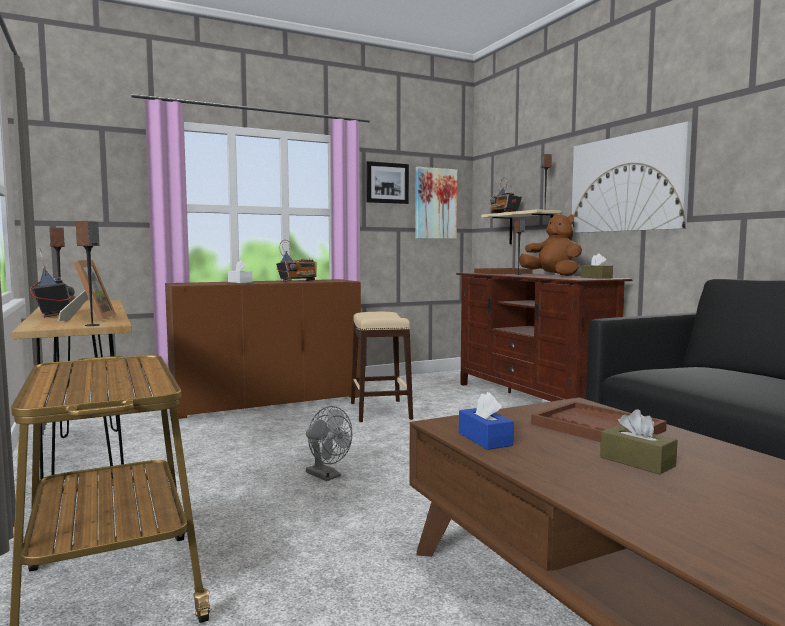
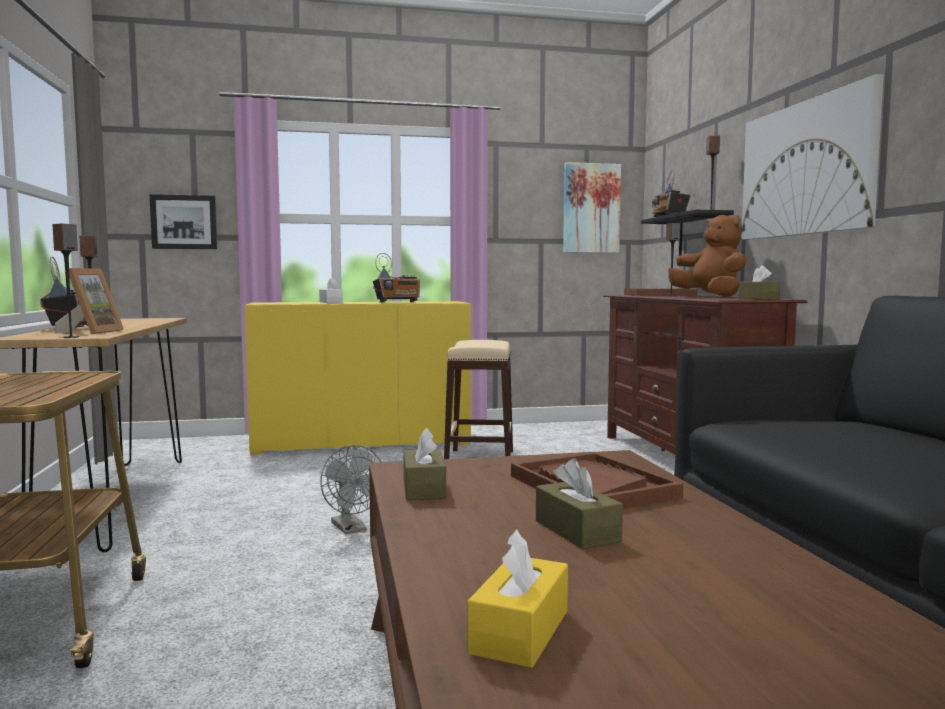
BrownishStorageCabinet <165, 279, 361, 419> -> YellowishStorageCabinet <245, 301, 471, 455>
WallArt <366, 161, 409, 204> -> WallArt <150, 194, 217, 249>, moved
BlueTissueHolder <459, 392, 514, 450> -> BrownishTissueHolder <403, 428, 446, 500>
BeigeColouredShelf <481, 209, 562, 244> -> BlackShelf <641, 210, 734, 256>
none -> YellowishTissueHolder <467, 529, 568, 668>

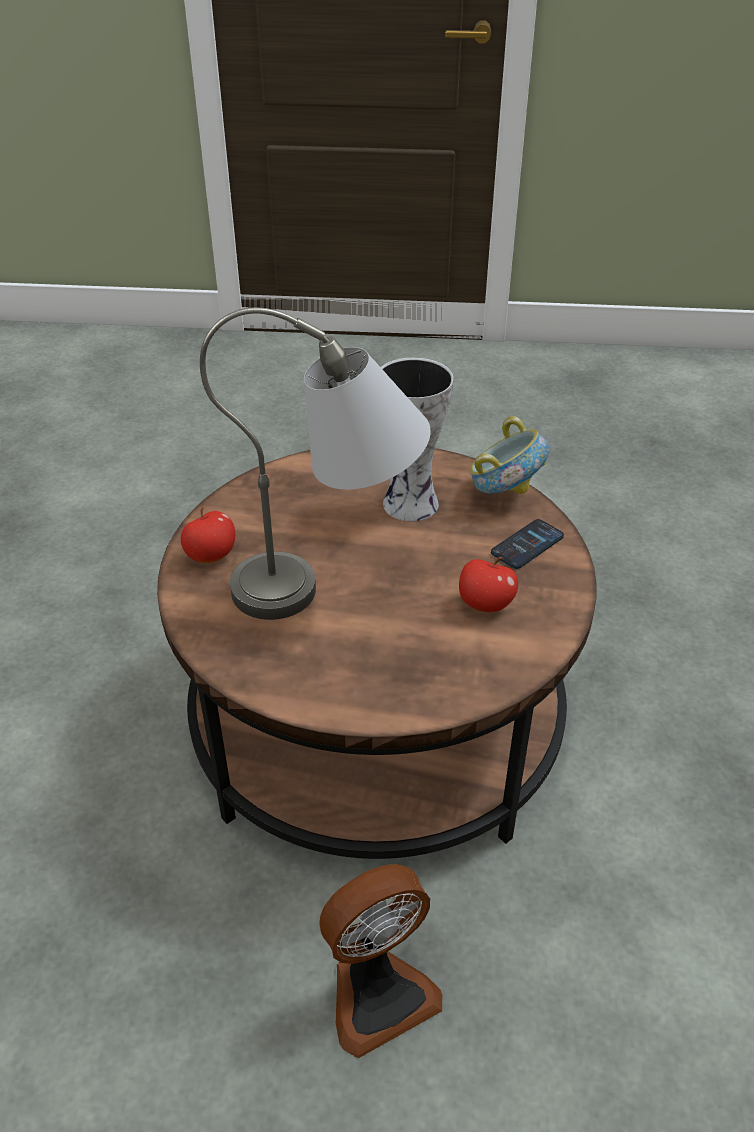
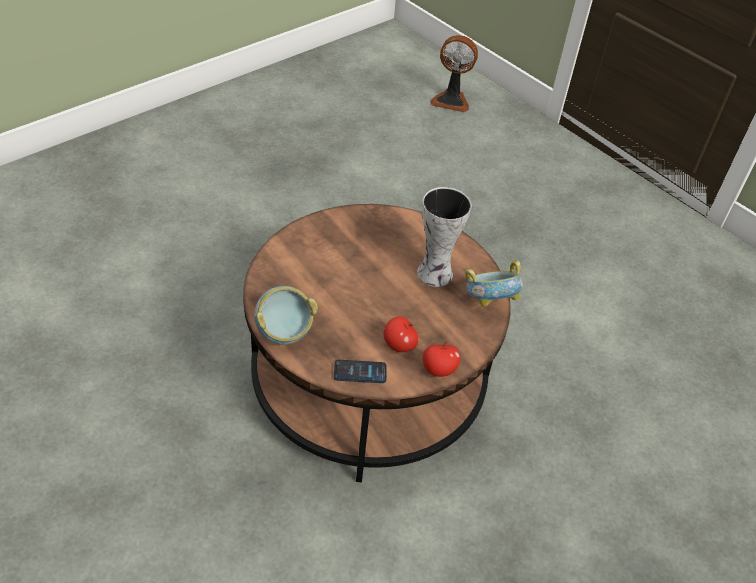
Apple <181, 507, 235, 563> -> Apple <423, 341, 460, 377>, moved
GrayTabletopLamp <200, 307, 431, 620> -> none
ElectricFan <319, 864, 442, 1058> -> ElectricFan <430, 35, 478, 112>, moved
Handset <491, 519, 564, 569> -> Handset <334, 360, 387, 383>, moved
none -> DeepDish <255, 286, 318, 345>

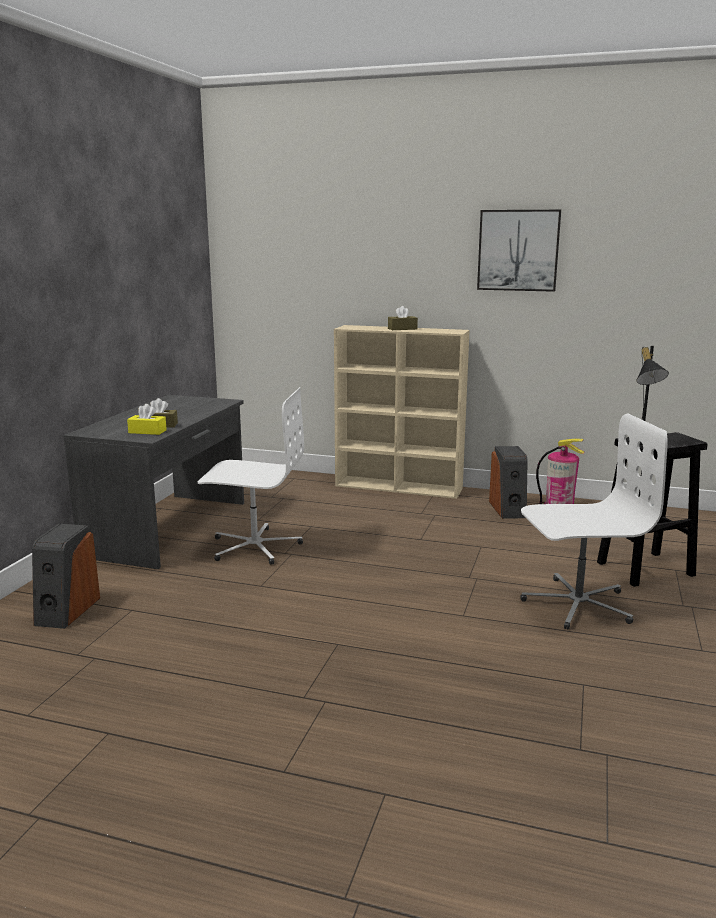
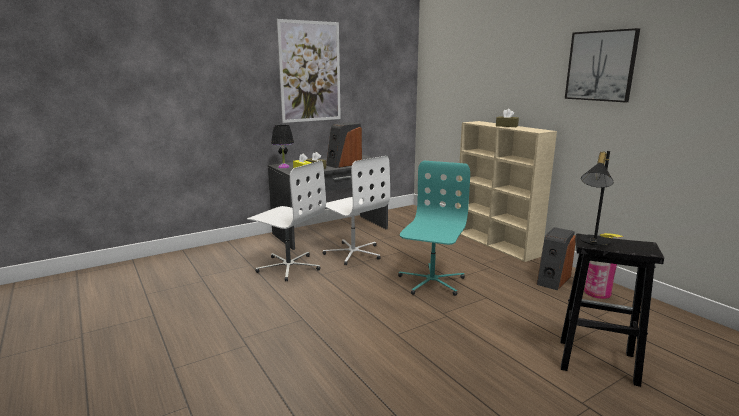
AudioSpeaker <32, 524, 100, 629> -> AudioSpeaker <326, 122, 362, 168>, moved
WhitishDeskChair <520, 413, 668, 630> -> WhitishDeskChair <247, 160, 326, 281>, moved
none -> BlackTabletopLamp <271, 125, 294, 168>
none -> WallArt <277, 19, 341, 123>
none -> BlueGreenDeskChair <398, 161, 470, 296>

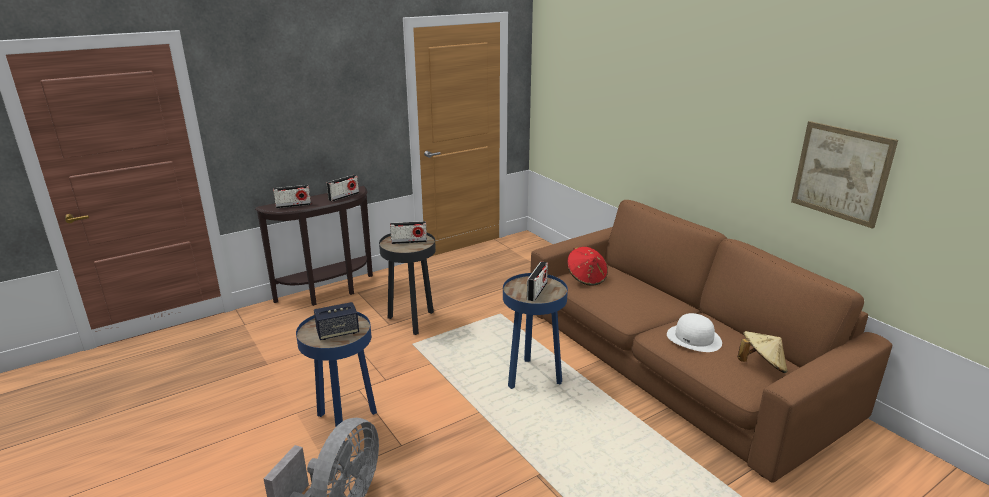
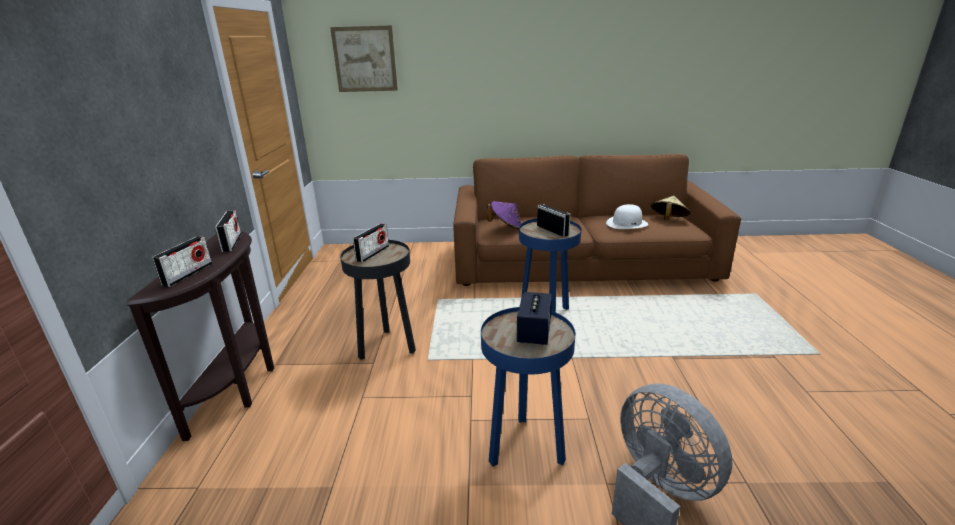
RedColouredWearableHat <567, 247, 608, 285> -> PurpleColouredWearableHat <487, 201, 522, 229>
WallArt <791, 121, 898, 229> -> WallArt <330, 25, 398, 92>, moved

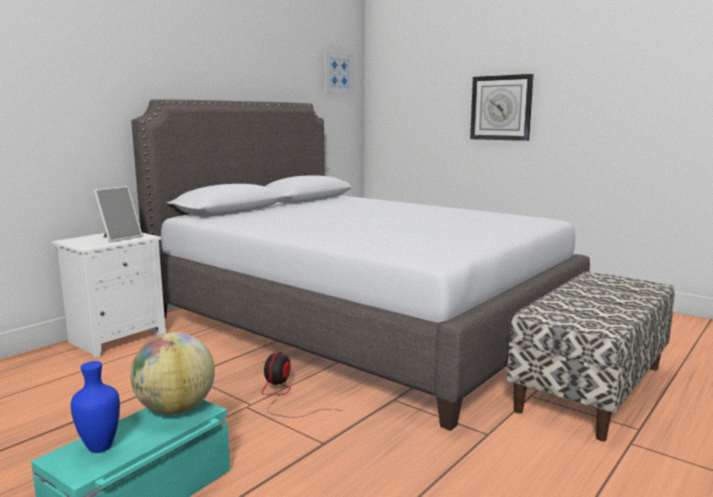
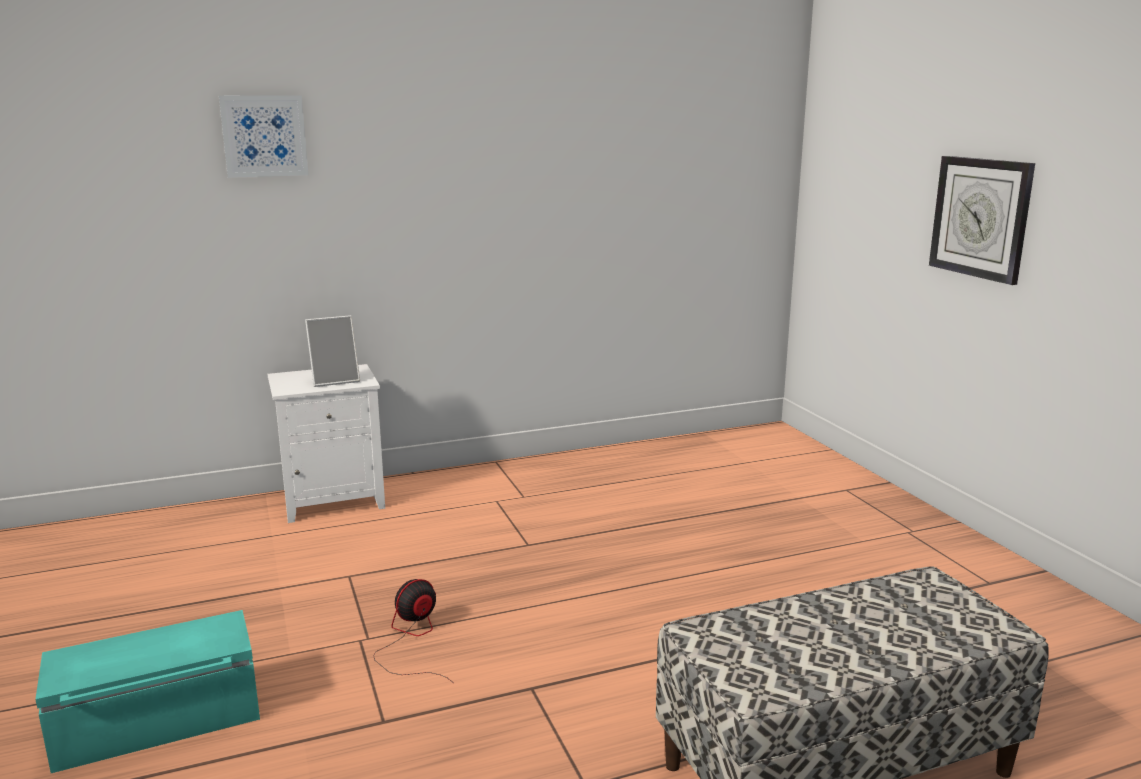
BlueVase <71, 361, 120, 453> -> none
DeskGlobe <130, 332, 215, 415> -> none
GraySleepingBed <131, 99, 590, 431> -> none
WallArt <324, 50, 353, 94> -> WallArt <219, 96, 308, 178>, moved

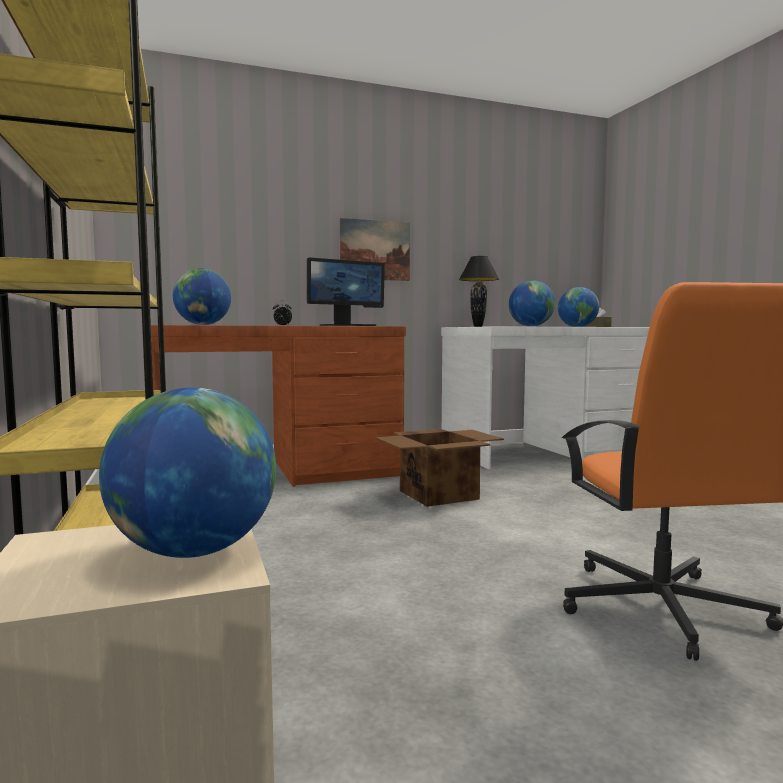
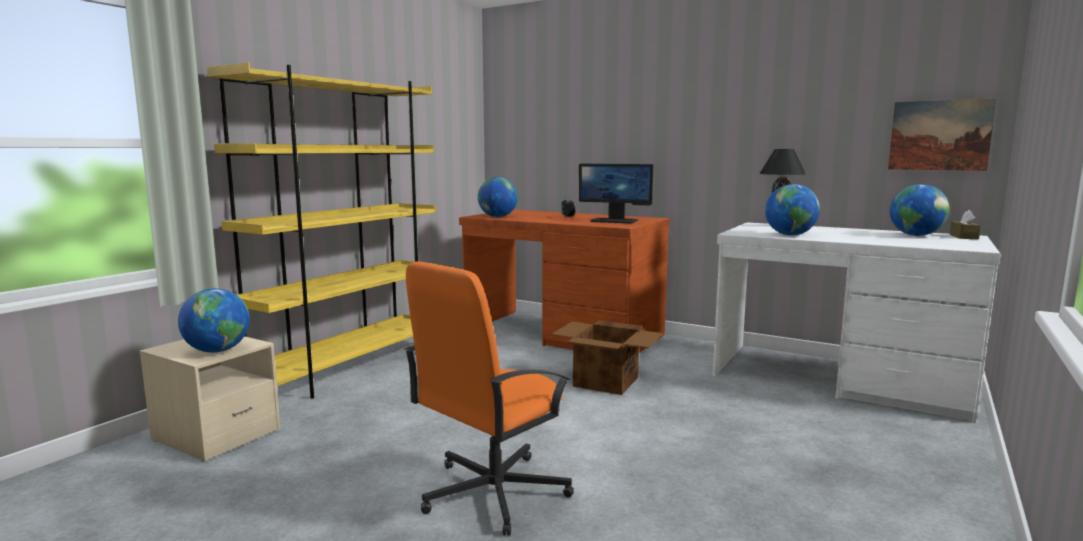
WallArt <340, 218, 410, 281> -> WallArt <888, 99, 996, 171>, moved

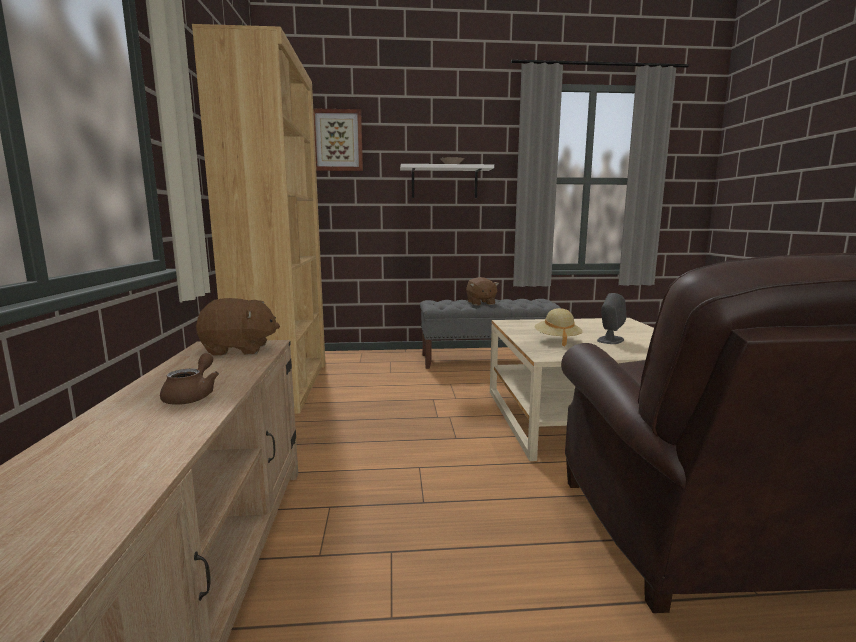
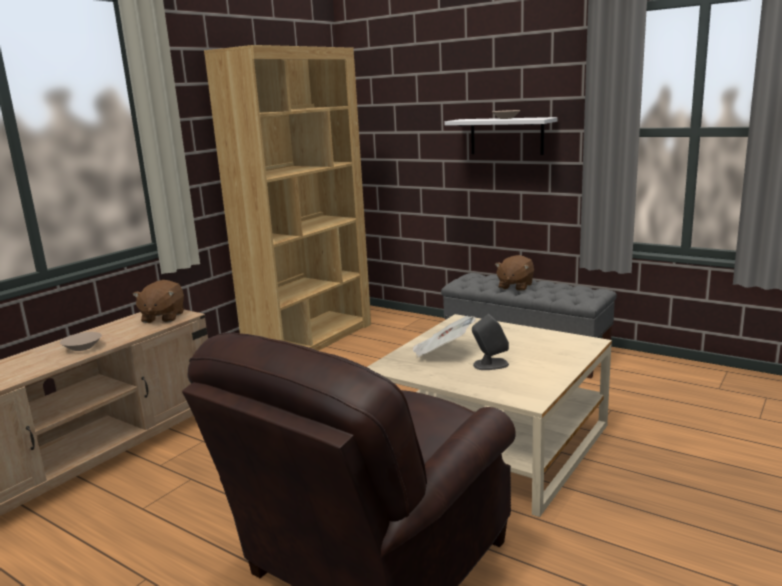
BrownishTeaPot <160, 353, 219, 405> -> BeigeColouredDeepDish <60, 332, 102, 351>
BrownishCuddlyToy <196, 298, 280, 356> -> BrownishCuddlyToy <132, 280, 184, 323>, 60 degrees clockwise
WallArt <313, 108, 363, 171> -> none
BeigeColouredWearableHat <535, 308, 583, 346> -> PrintedPaper <413, 316, 476, 357>

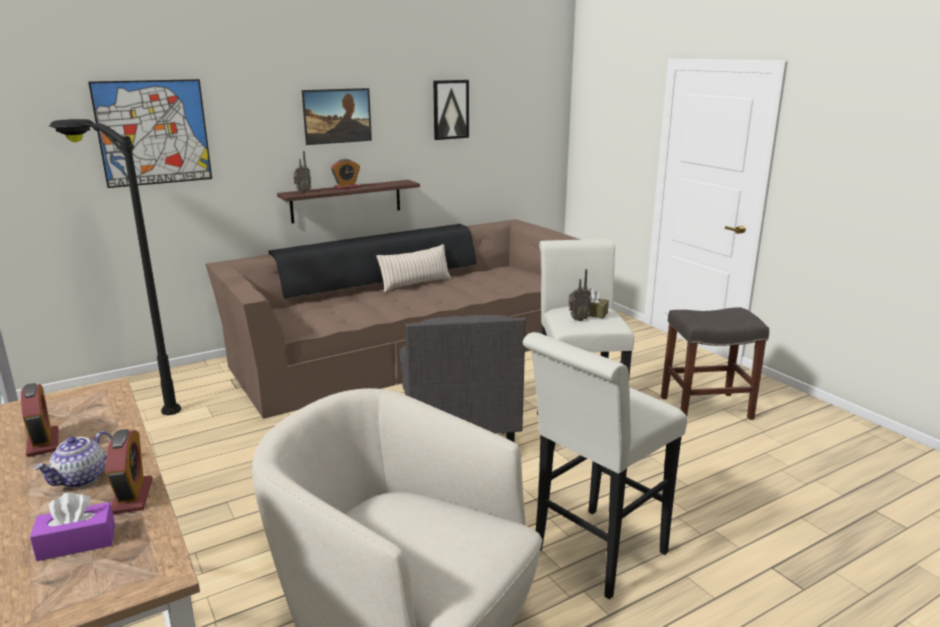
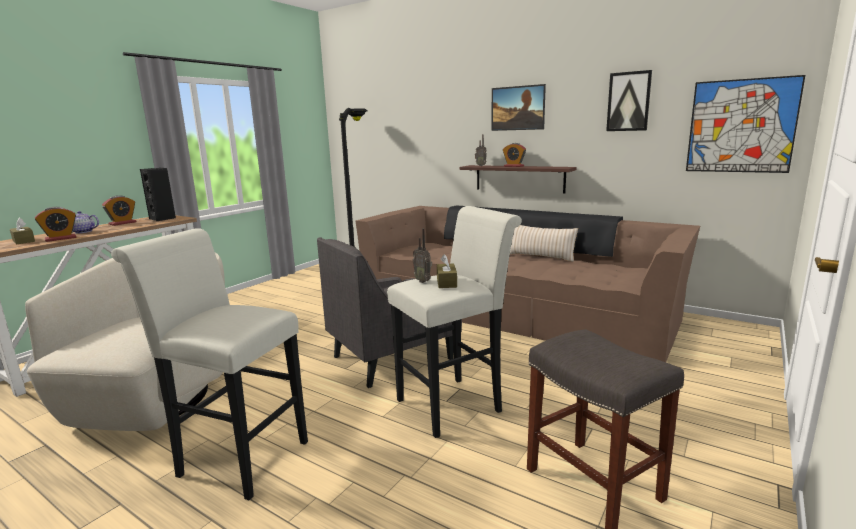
PurpleColouredTissueHolder <30, 492, 115, 561> -> BrownishTissueHolder <10, 218, 35, 244>
WallArt <88, 79, 212, 188> -> WallArt <686, 75, 805, 173>, moved
none -> BlackAudioSpeaker <140, 168, 176, 221>

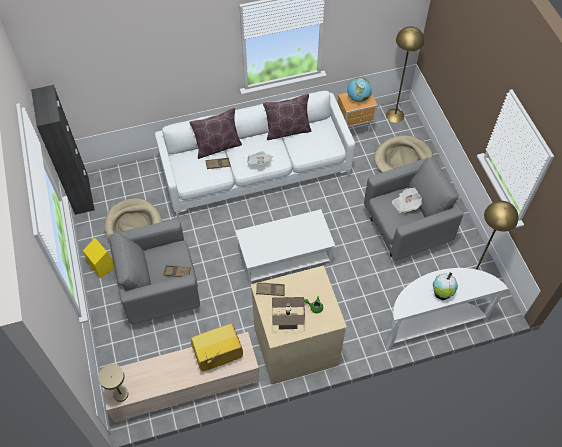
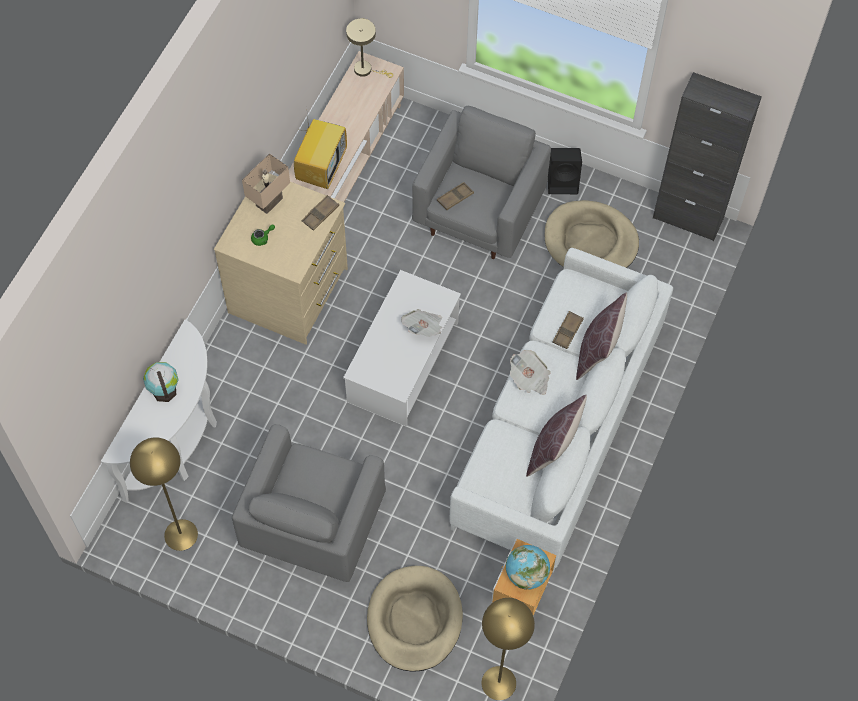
YellowishAudioSpeaker <83, 238, 114, 278> -> BlackAudioSpeaker <548, 148, 582, 194>
PrintedPaper <392, 187, 422, 213> -> PrintedPaper <401, 309, 442, 337>, moved

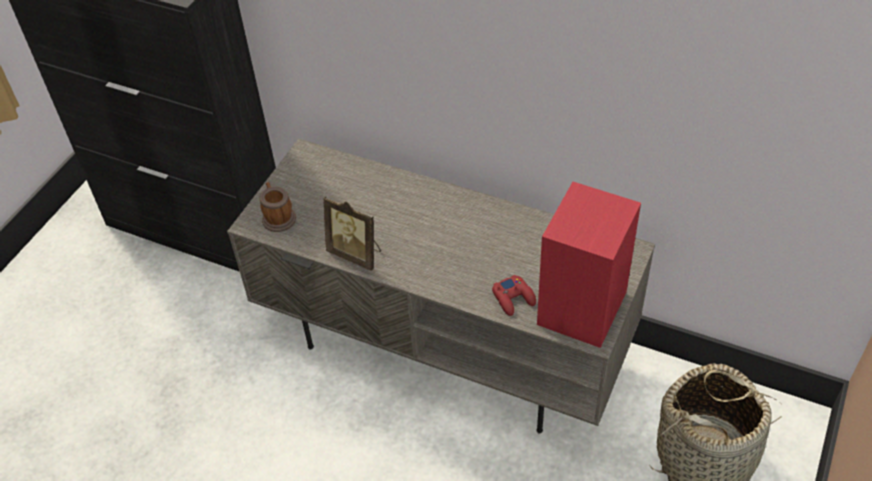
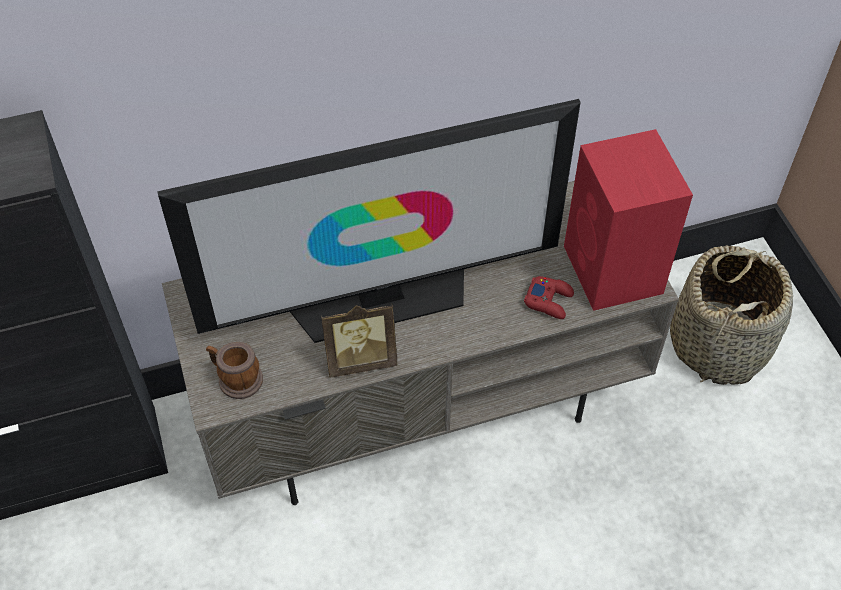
none -> Tv <157, 99, 581, 343>

